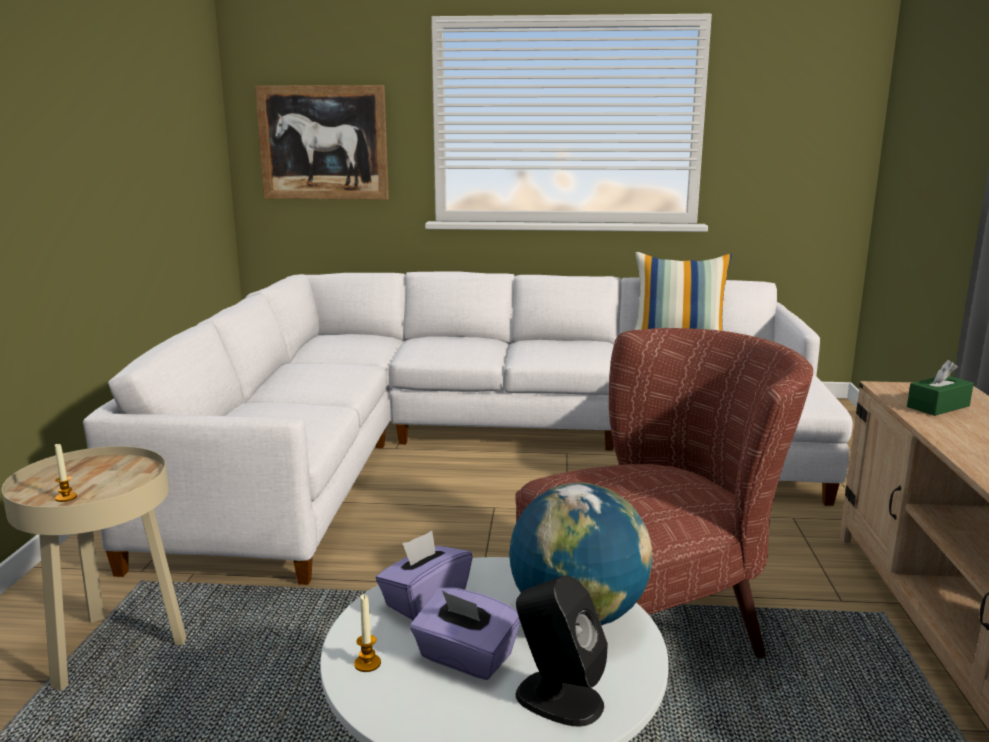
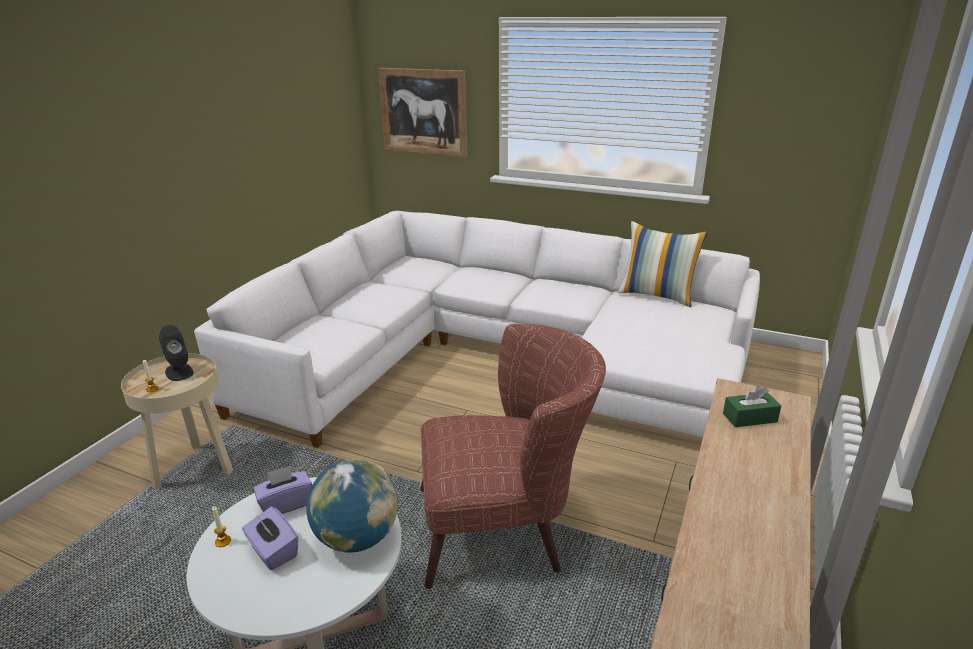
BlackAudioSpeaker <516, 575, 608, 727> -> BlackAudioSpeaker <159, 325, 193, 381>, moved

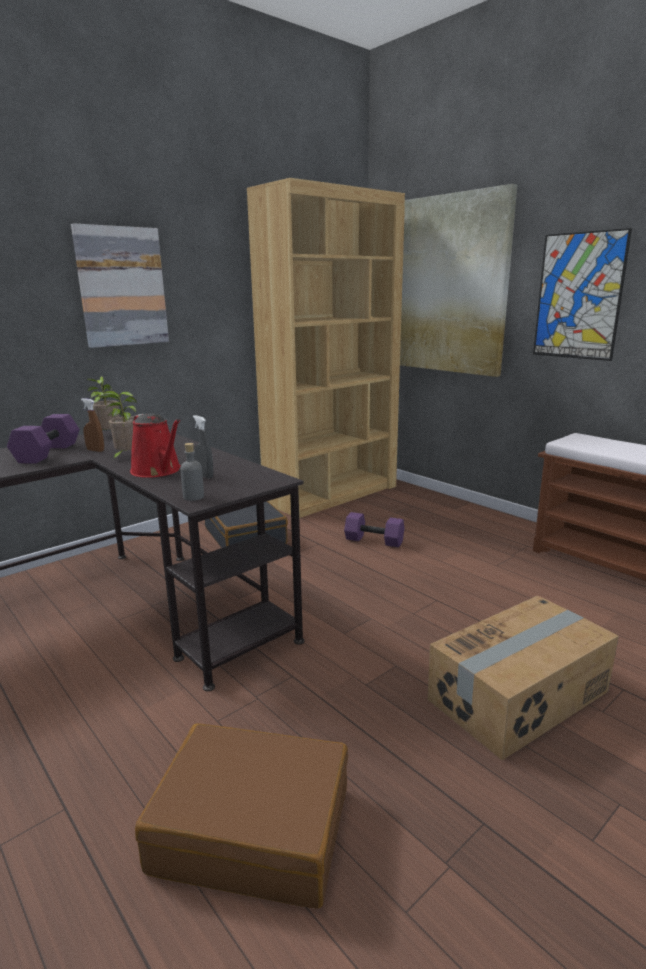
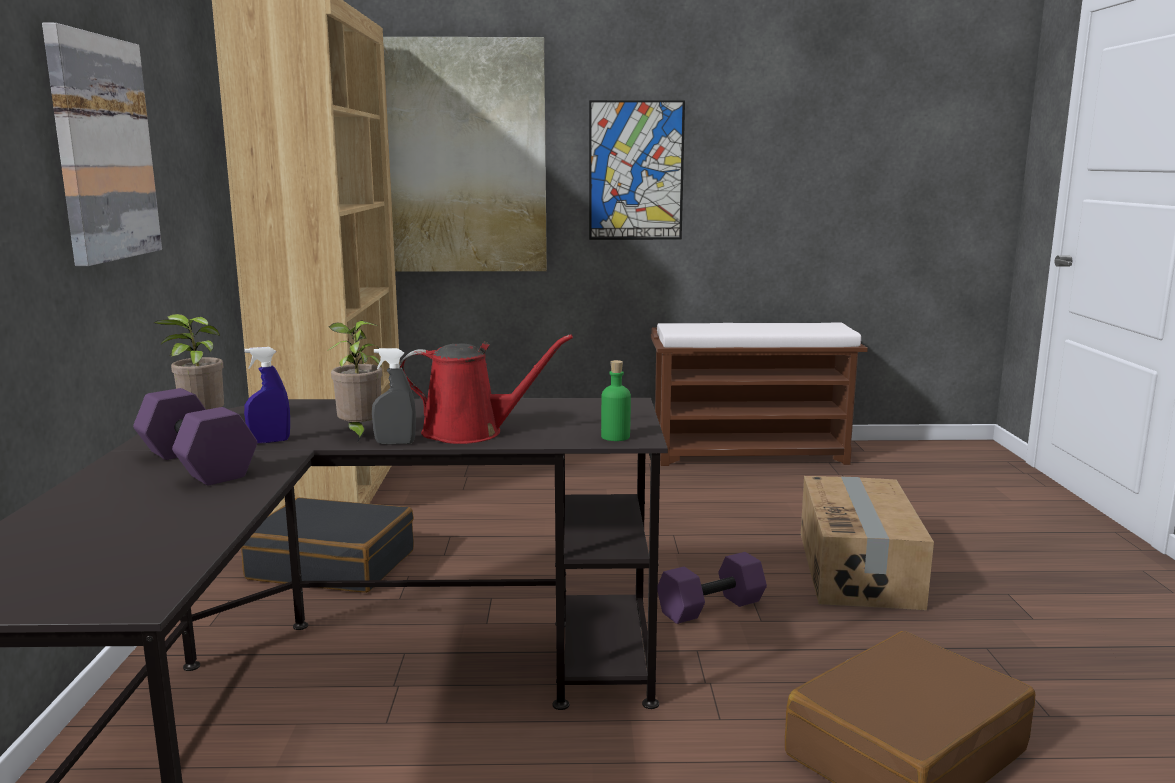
BrownishSprayBottle <81, 398, 104, 452> -> BlueSprayBottle <244, 347, 290, 443>
GrayDrinkBottle <180, 443, 204, 501> -> GreenColouredDrinkBottle <601, 360, 631, 441>
GraySprayBottle <193, 415, 213, 479> -> GraySprayBottle <372, 348, 416, 445>, moved
PurpleColouredDumbbell <344, 512, 405, 547> -> PurpleColouredDumbbell <657, 552, 767, 624>, moved

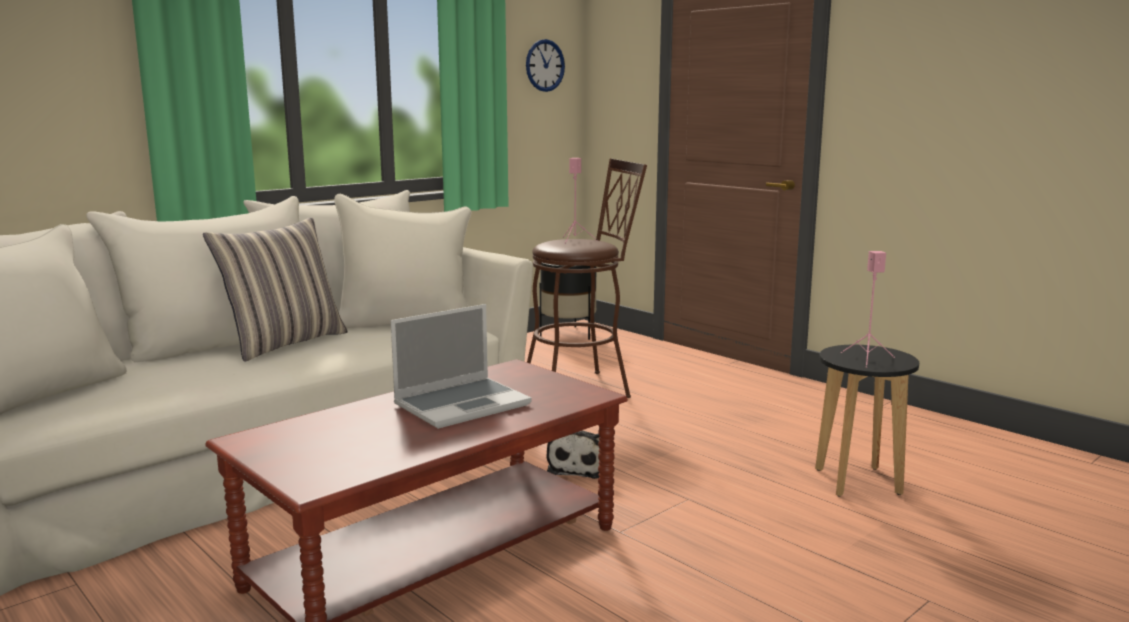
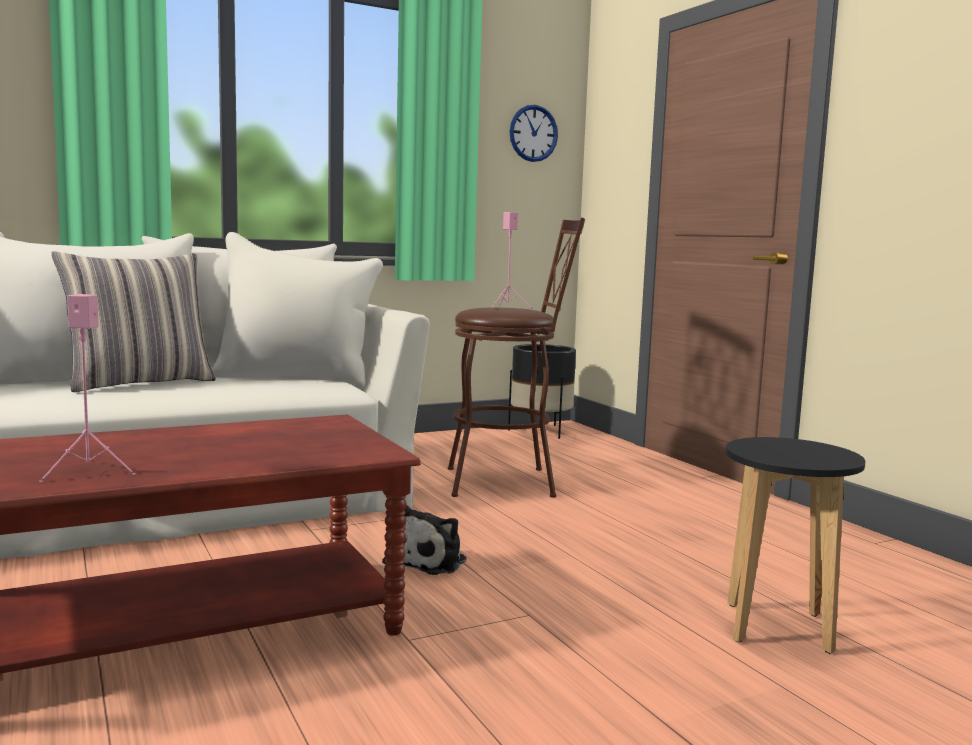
Laptop <391, 304, 532, 429> -> none
PinkColouredAudioSpeaker <841, 251, 895, 368> -> PinkColouredAudioSpeaker <39, 294, 135, 482>, moved

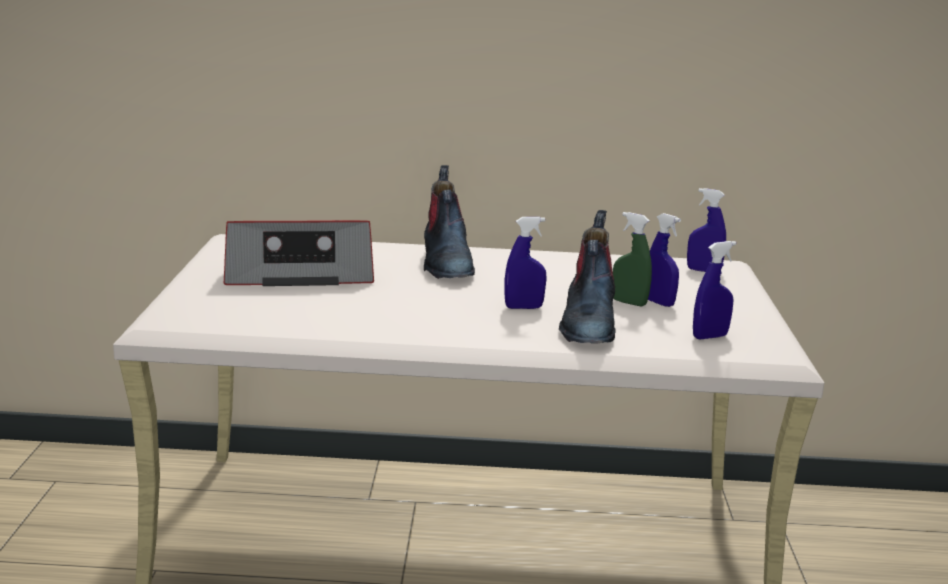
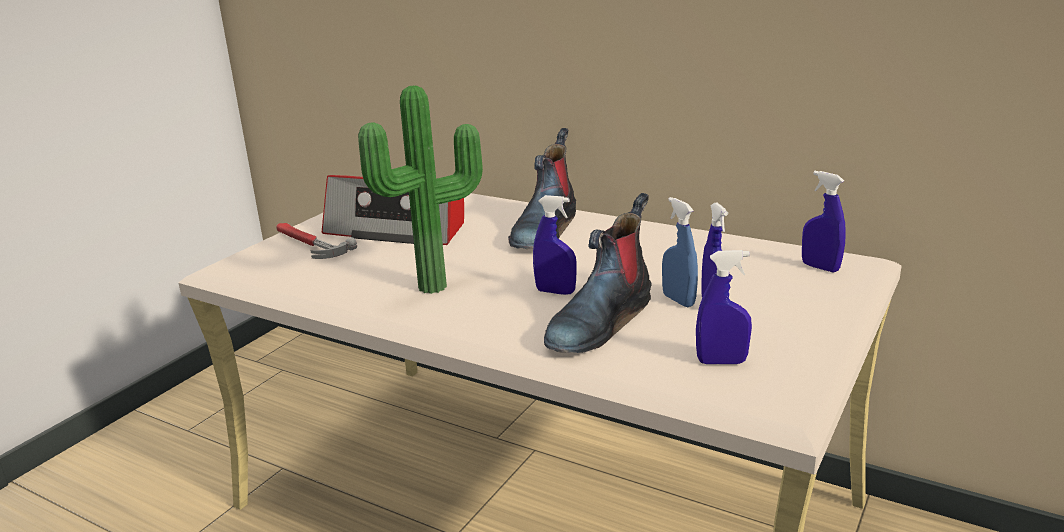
GreenColouredSprayBottle <613, 212, 652, 306> -> BlueSprayBottle <662, 197, 698, 307>
none -> ToolHammer <276, 223, 357, 259>
none -> PlantInAPot <358, 85, 483, 294>

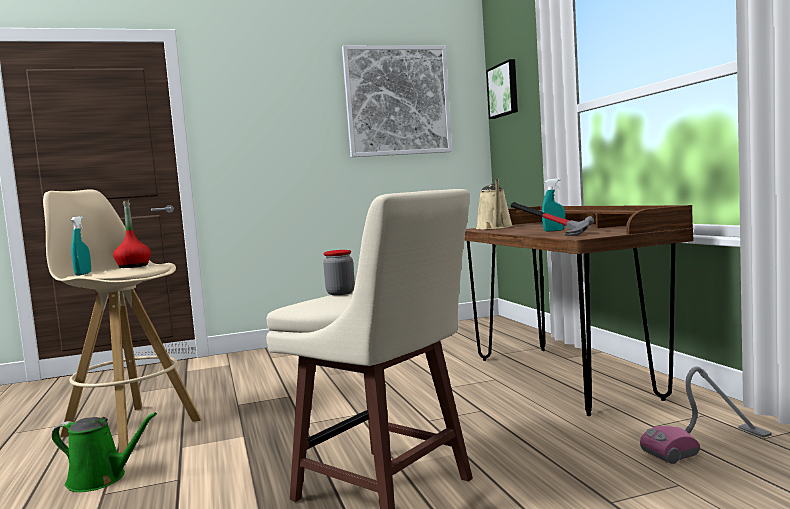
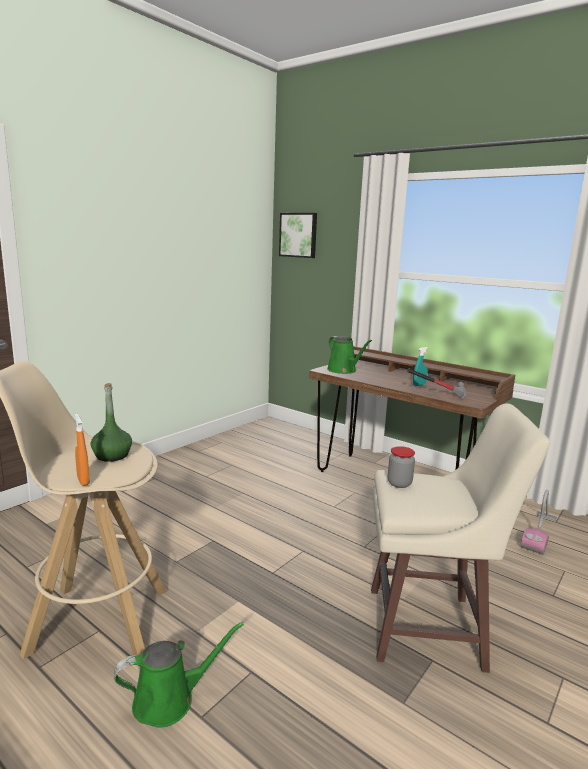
BlueGreenSprayBottle <71, 216, 91, 276> -> OrangeColouredSprayBottle <75, 414, 90, 486>
RedColouredDrinkBottle <113, 200, 151, 268> -> GreenColouredDrinkBottle <90, 383, 132, 462>
WallArt <342, 45, 452, 157> -> none
BeigeColouredSprinklingCan <476, 179, 513, 229> -> GreenColouredSprinklingCan <327, 336, 372, 374>

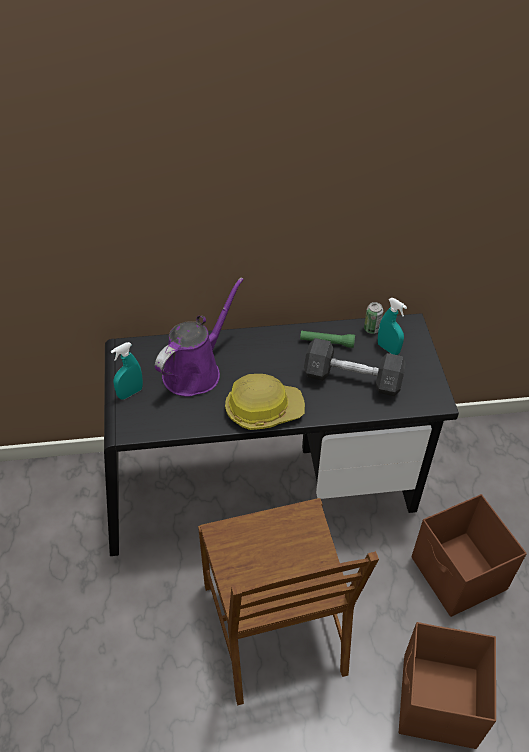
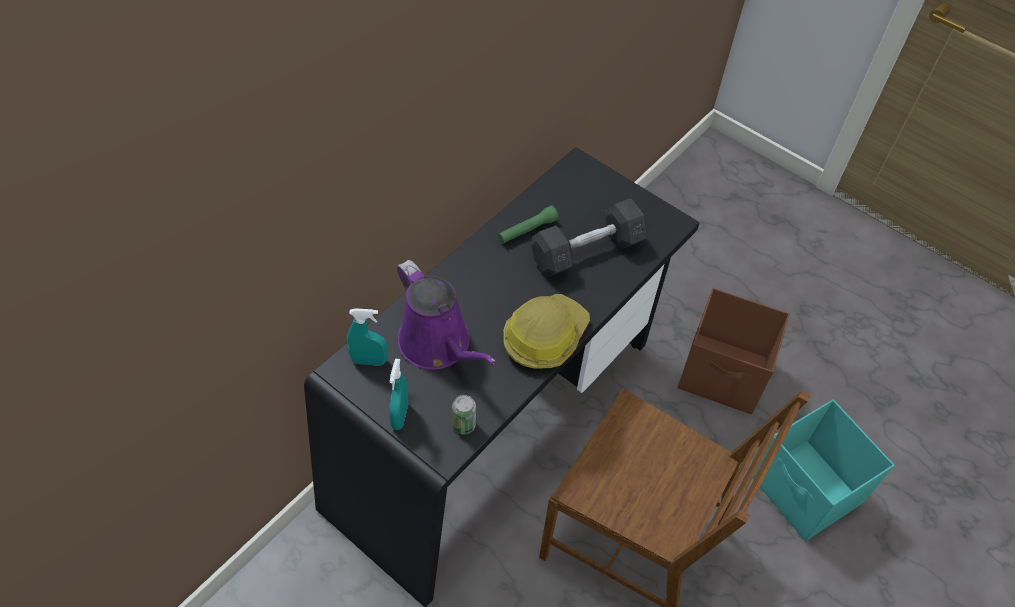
PurpleColouredSprinklingCan <155, 278, 244, 397> -> PurpleColouredSprinklingCan <397, 260, 496, 370>, 150 degrees clockwise
MetalCan <364, 302, 383, 334> -> MetalCan <452, 395, 476, 434>, moved
BlueGreenSprayBottle <378, 298, 407, 355> -> BlueGreenSprayBottle <347, 308, 388, 366>, moved
BrownishStorageBox <399, 622, 496, 749> -> BlueGreenStorageBox <753, 400, 894, 541>

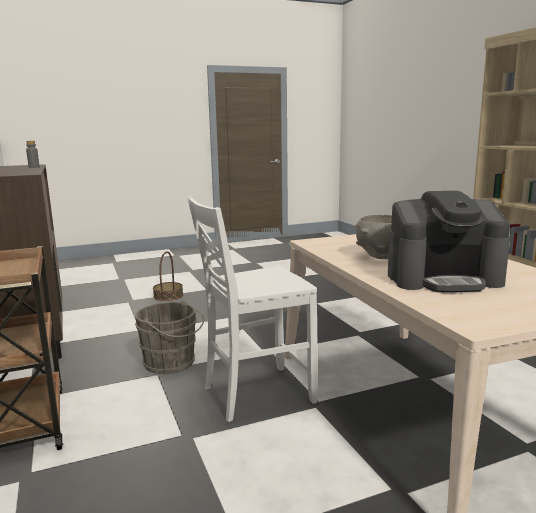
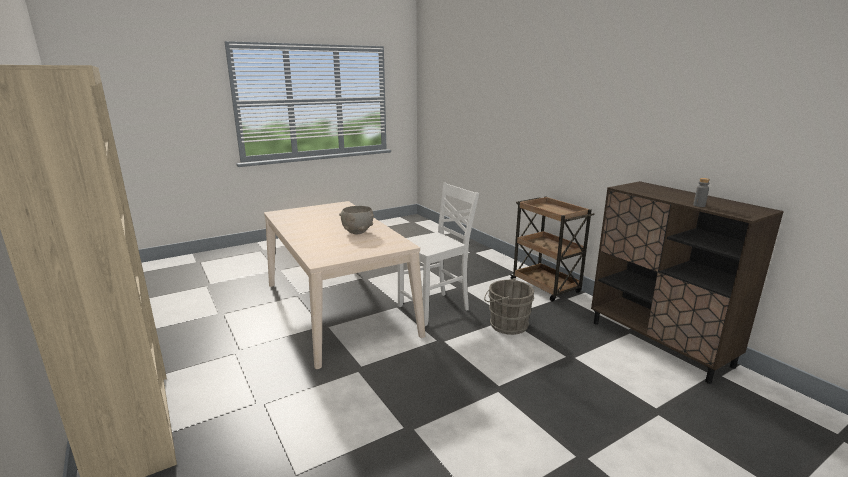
Basket <153, 251, 183, 301> -> none
CoffeeMachine <388, 191, 510, 292> -> none

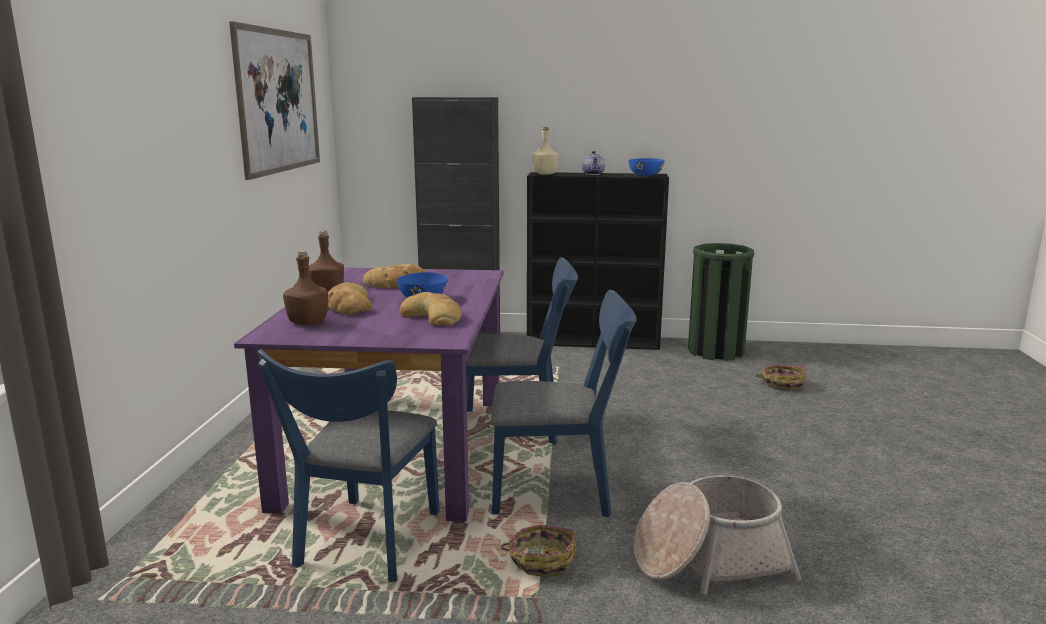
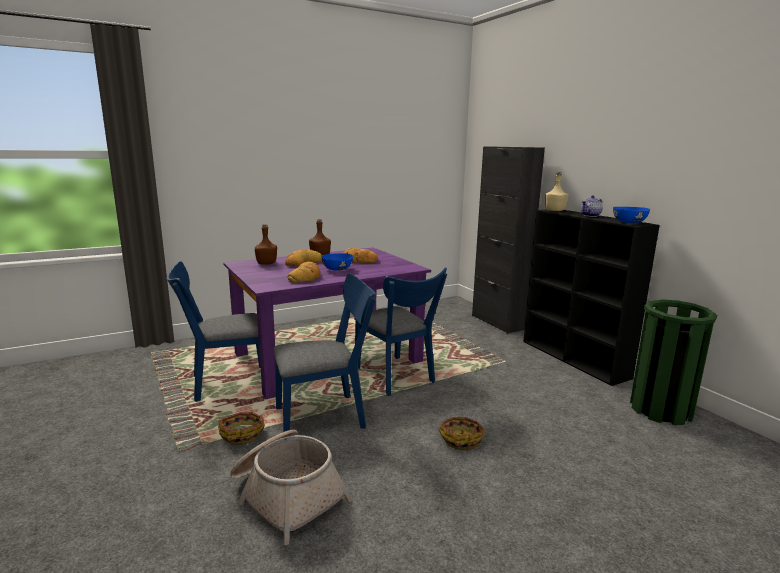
WallArt <229, 21, 320, 180> -> none
BlueUprightChair <491, 290, 637, 518> -> BlueUprightChair <273, 274, 376, 432>, 75 degrees counterclockwise
Basket <756, 365, 806, 391> -> Basket <439, 417, 485, 450>, moved

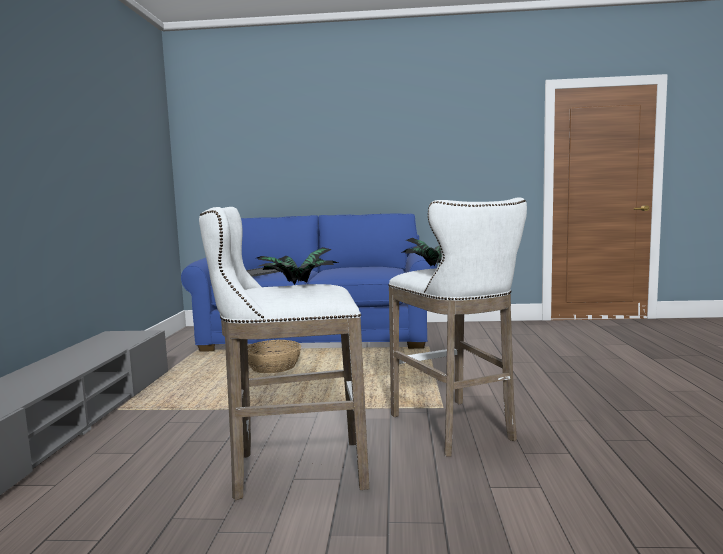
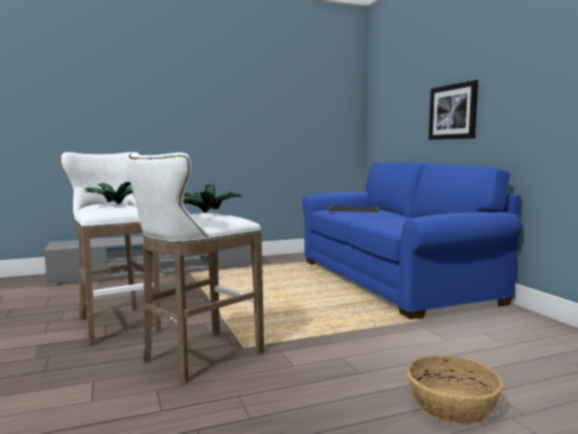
Basket <248, 340, 301, 373> -> Basket <407, 356, 503, 425>, moved
none -> WallArt <429, 80, 478, 140>

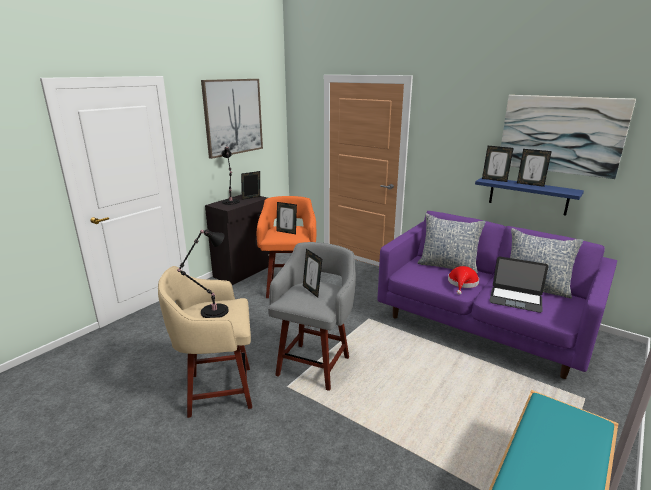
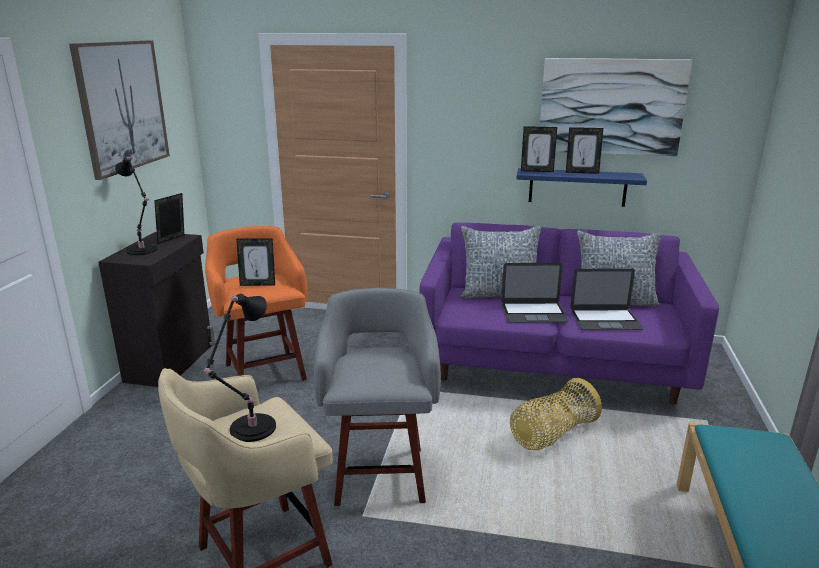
StandingFrame <303, 249, 322, 298> -> none
RedColouredWearableHat <448, 266, 479, 295> -> Laptop <501, 263, 569, 323>
none -> Basket <510, 378, 602, 450>

